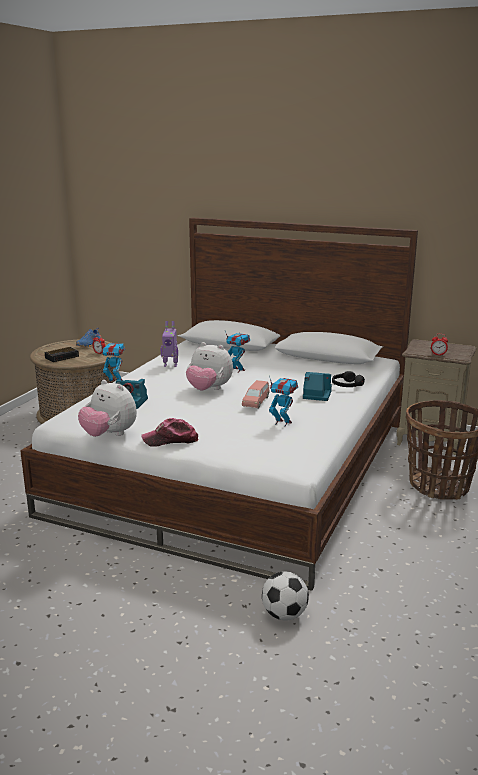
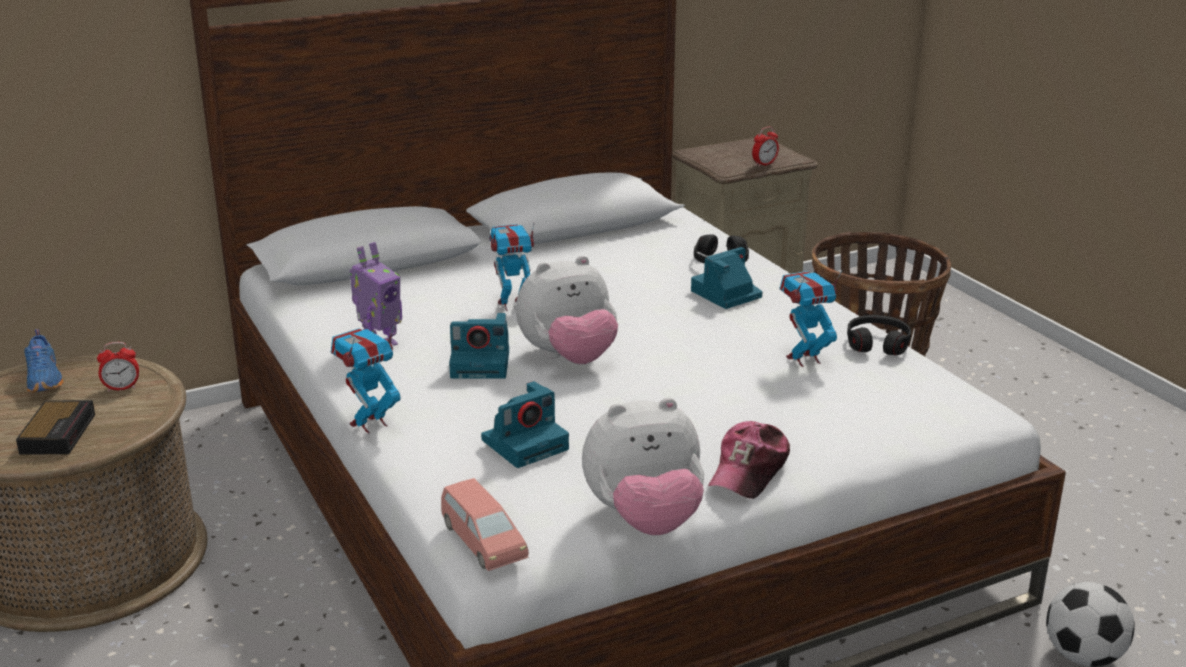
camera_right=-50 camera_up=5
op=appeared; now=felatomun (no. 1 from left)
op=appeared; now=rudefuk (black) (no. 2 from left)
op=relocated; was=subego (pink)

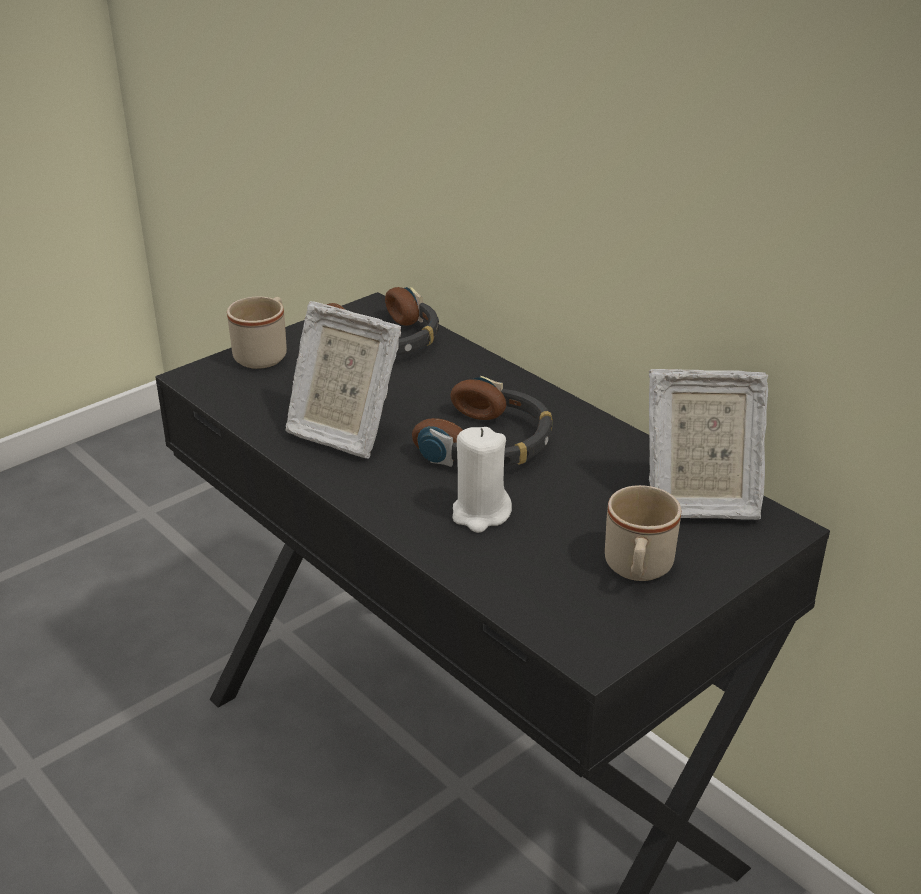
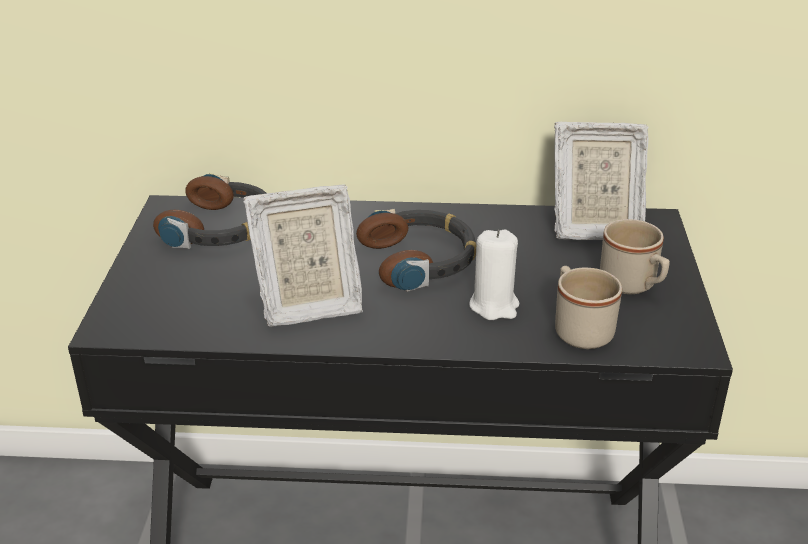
camera_right=-45 camera_up=0
op=relocated; was=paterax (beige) (no. 1 from left)
op=spun; was=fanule (no. 2 from left); clockwise=45

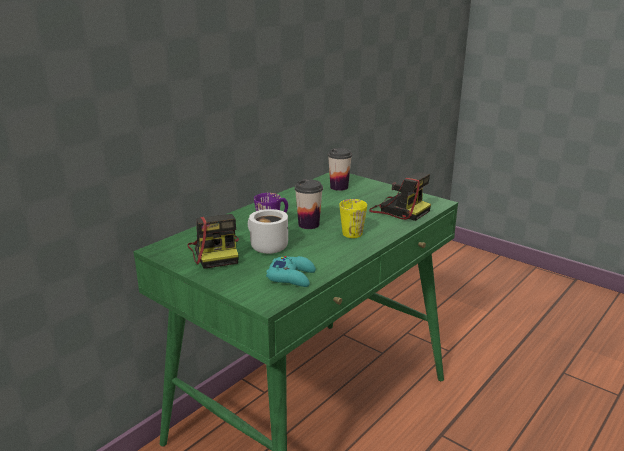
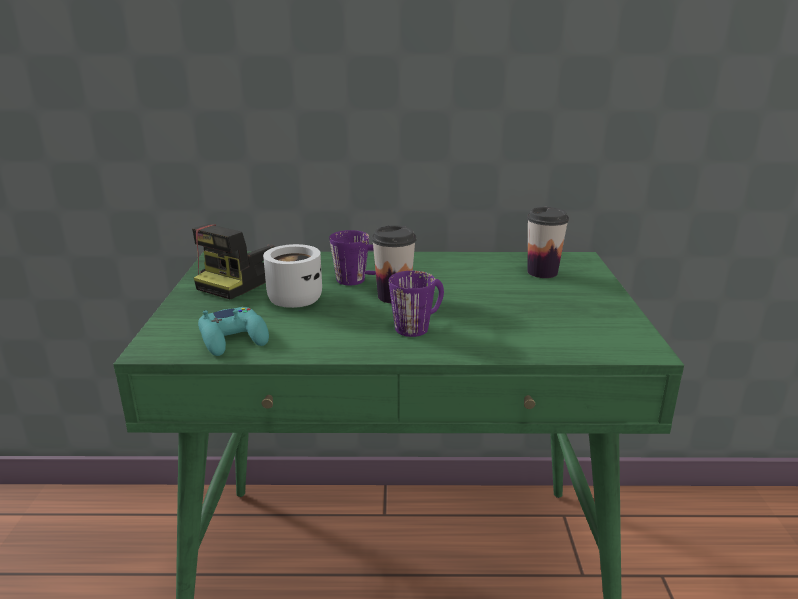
camera_right=50 camera_up=0
op=missing; was=felatomun (no. 2 from left)
op=colour; was=paterax (yellow); now=paterax (purple) (no. 2 from left)

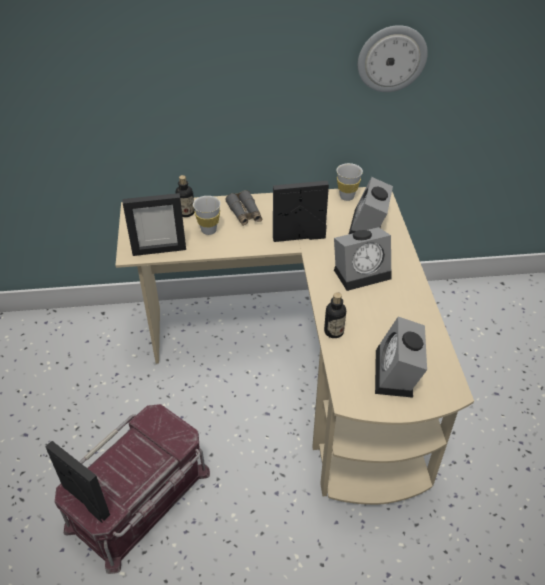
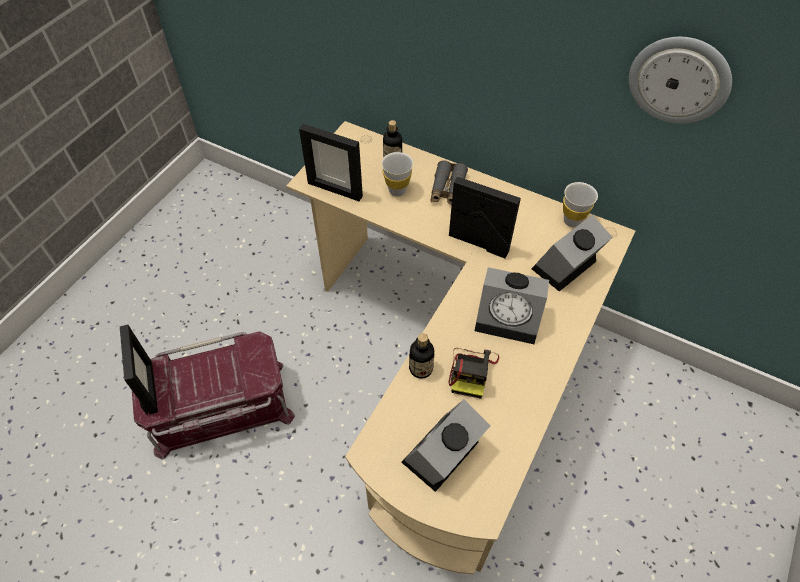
camera_right=35 camera_up=10
op=appeared; now=felatomun

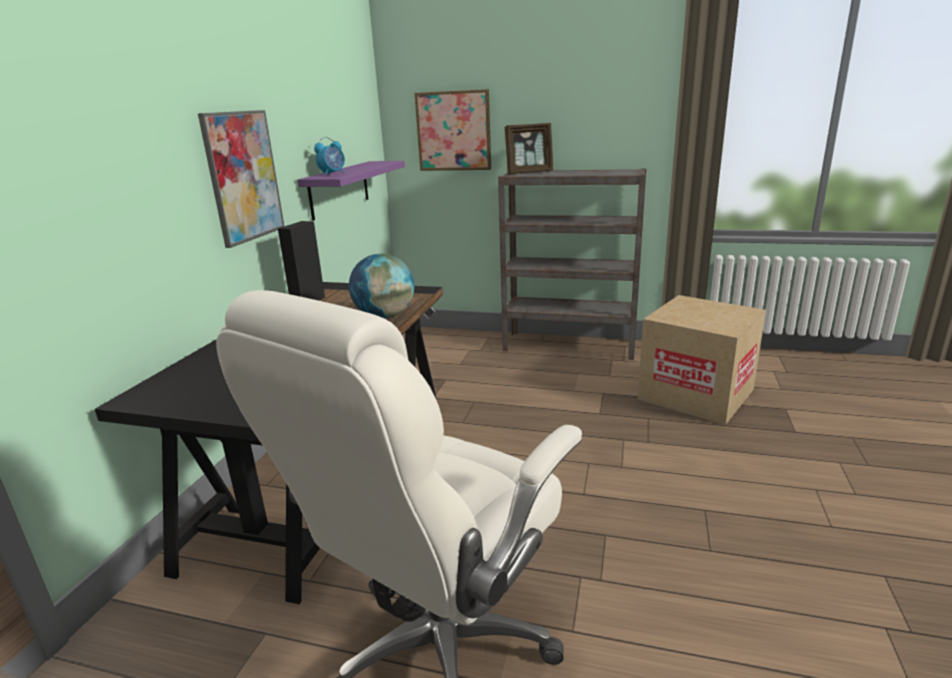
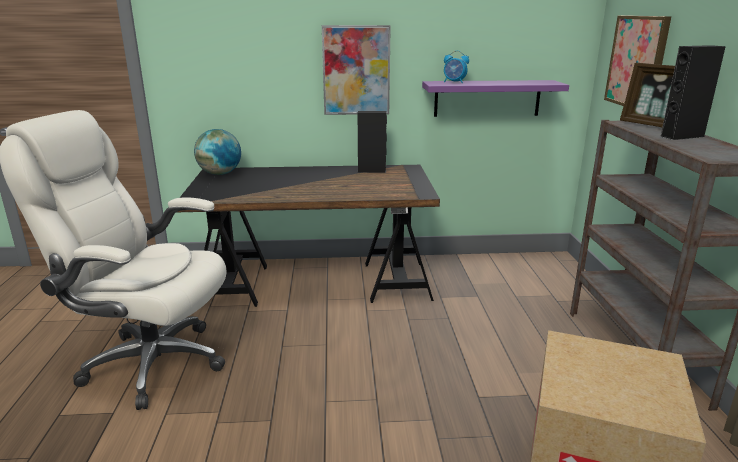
camera_right=70 camera_up=0
op=appeared; now=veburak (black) (no. 2 from left)
op=relocated; was=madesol

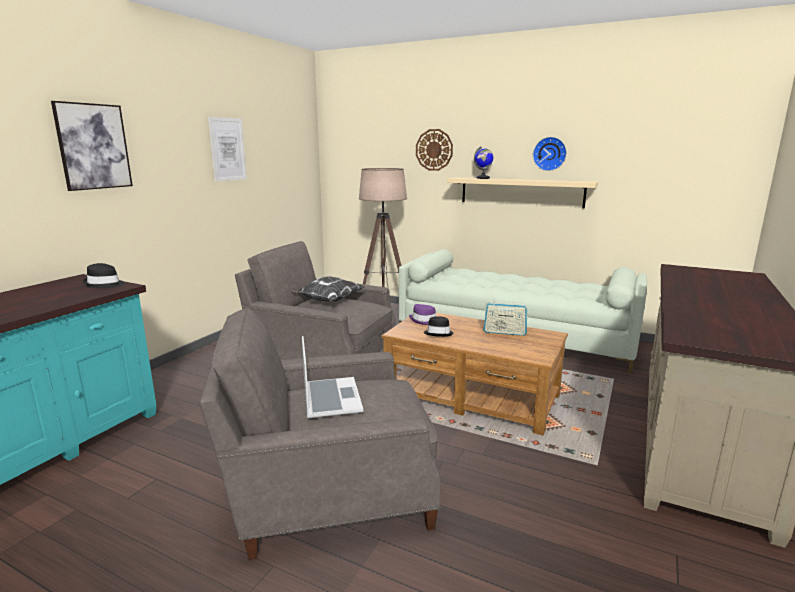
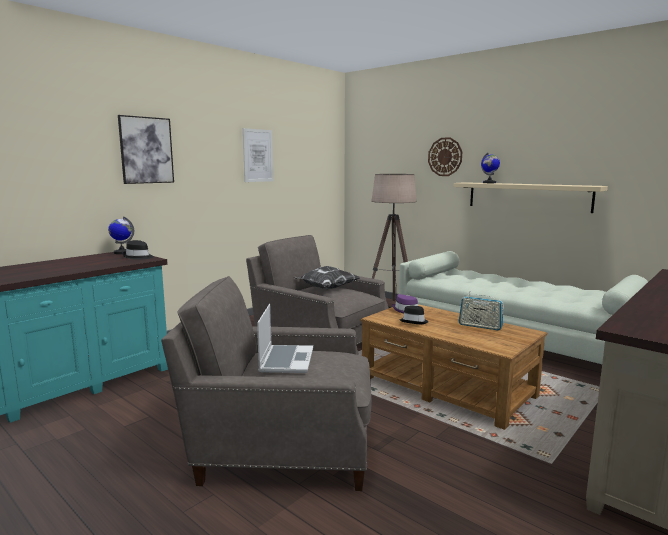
camera_right=15 camera_up=-5
op=missing; was=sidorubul (no. 2 from left)
op=appeared; now=madesol (no. 1 from left)

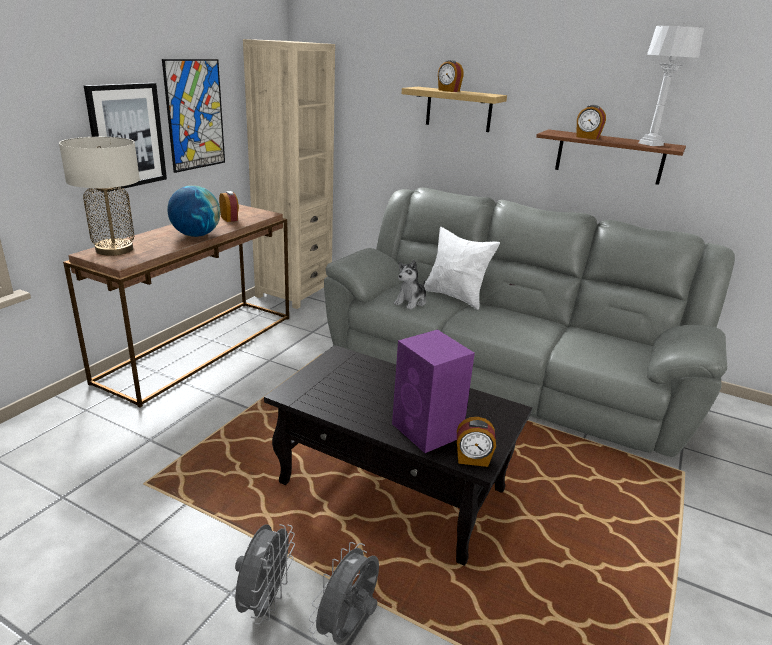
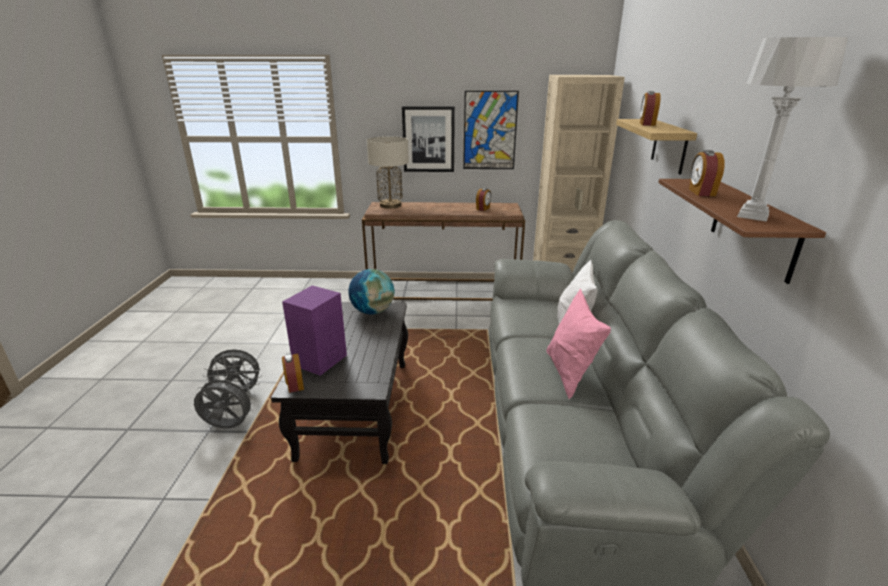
camera_right=65 camera_up=0
op=missing; was=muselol
op=appeared; now=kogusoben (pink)
op=relocated; was=madesol

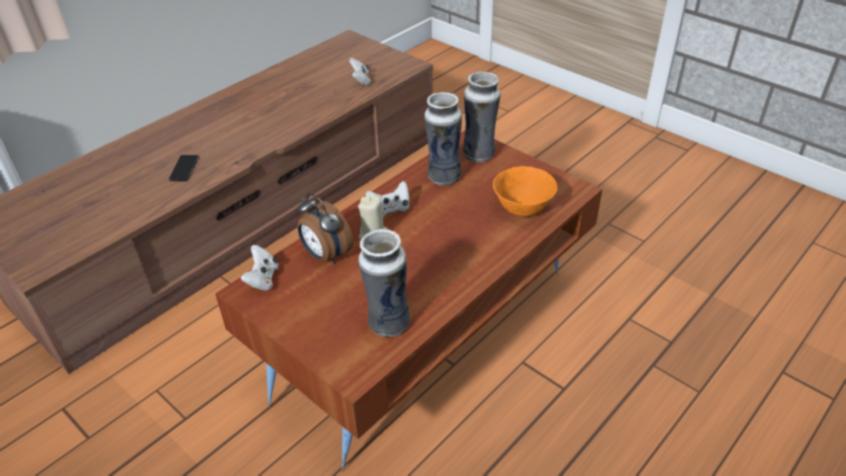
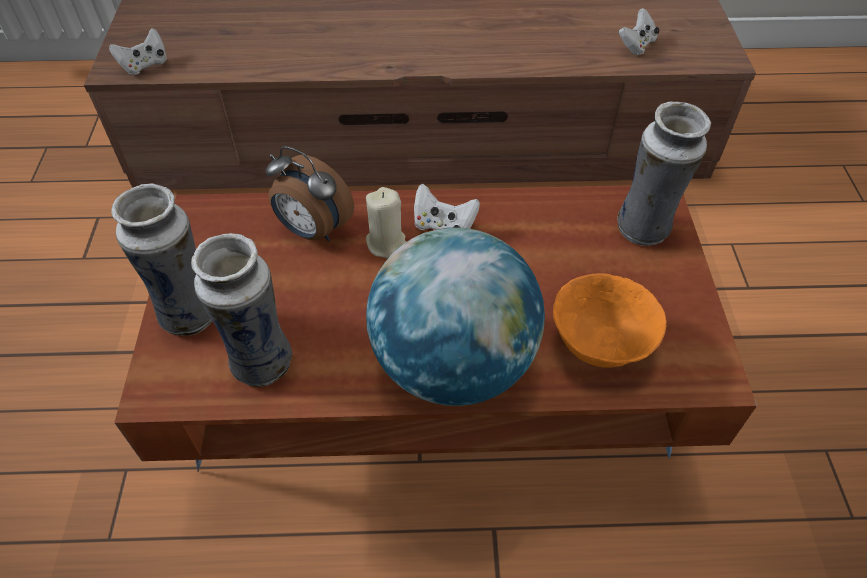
camera_right=45 camera_up=10
op=missing; was=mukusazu
op=appeared; now=madesol
op=relocated; was=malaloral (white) (no. 1 from left)
op=relocated; was=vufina (no. 2 from left in the first image); now=vufina (no. 1 from left)
op=spun; was=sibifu; clockwise=-60

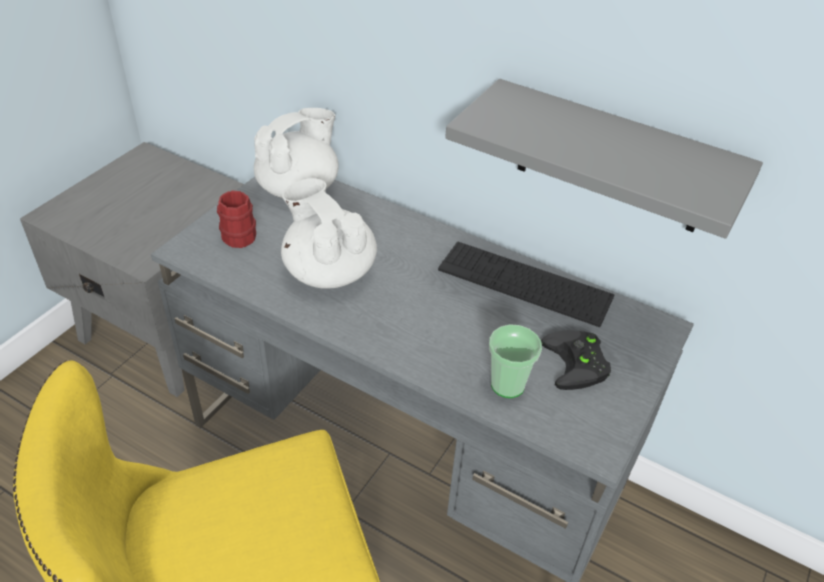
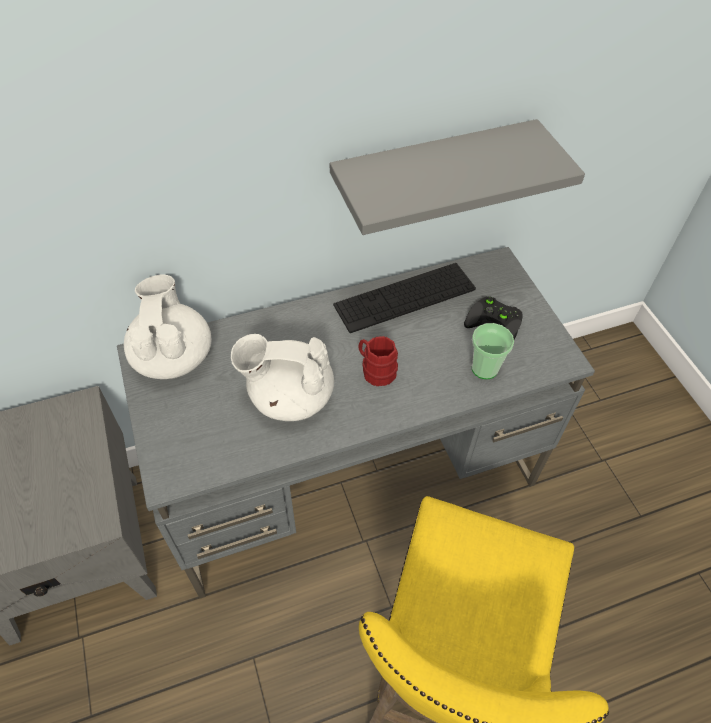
camera_right=-50 camera_up=10
op=relocated; was=paterax (red)

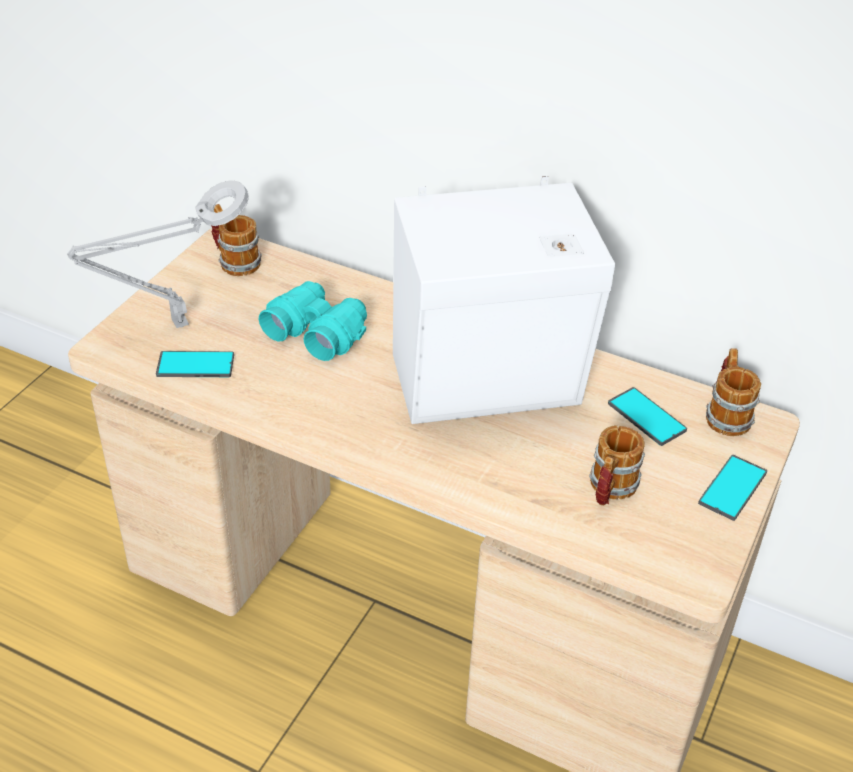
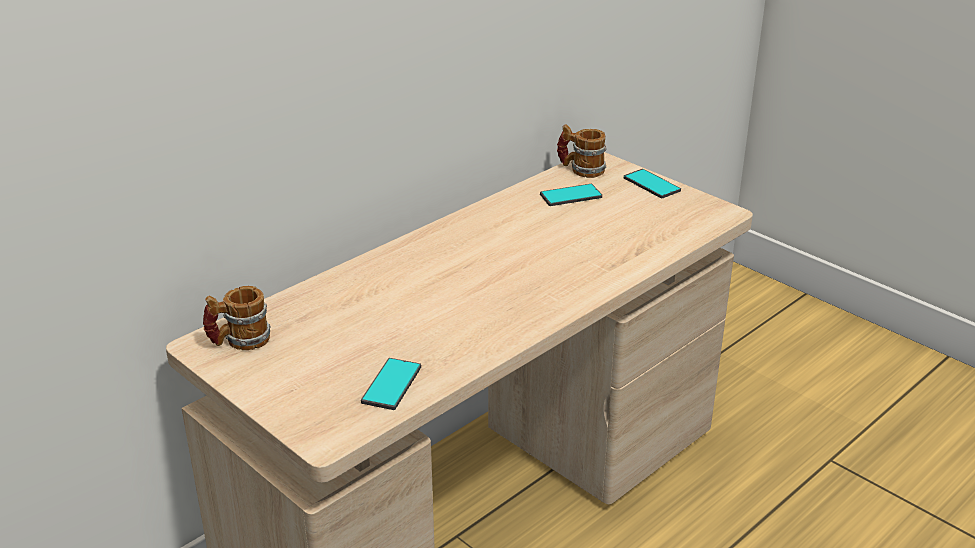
camera_right=-70 camera_up=-10
op=missing; was=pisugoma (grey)
op=missing; was=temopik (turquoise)
op=missing; was=veburak (white)
op=missing; was=paterax (no. 2 from left)

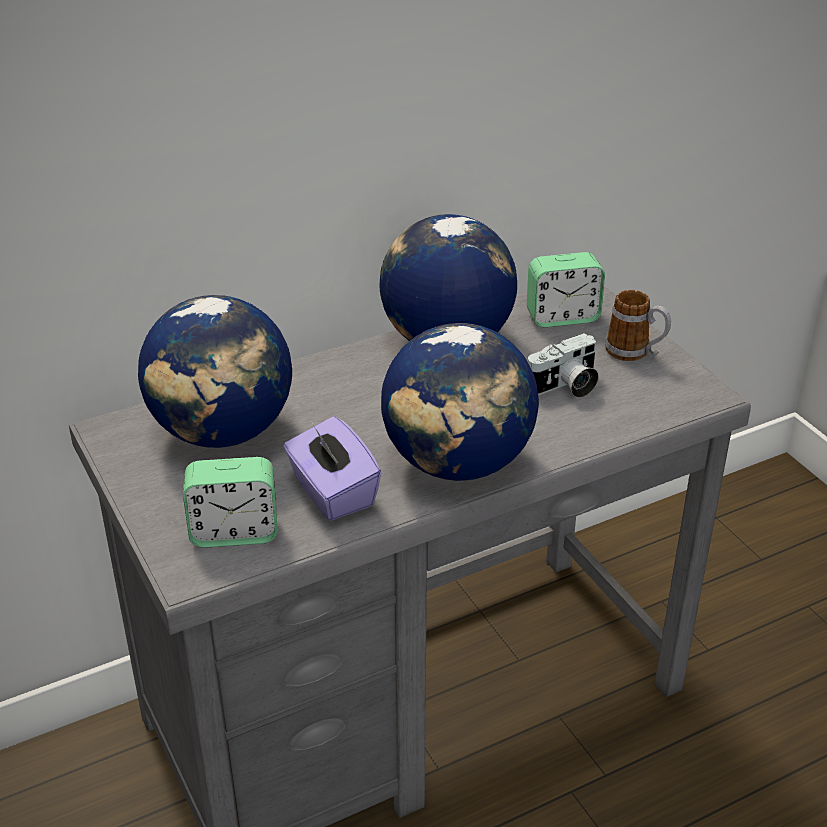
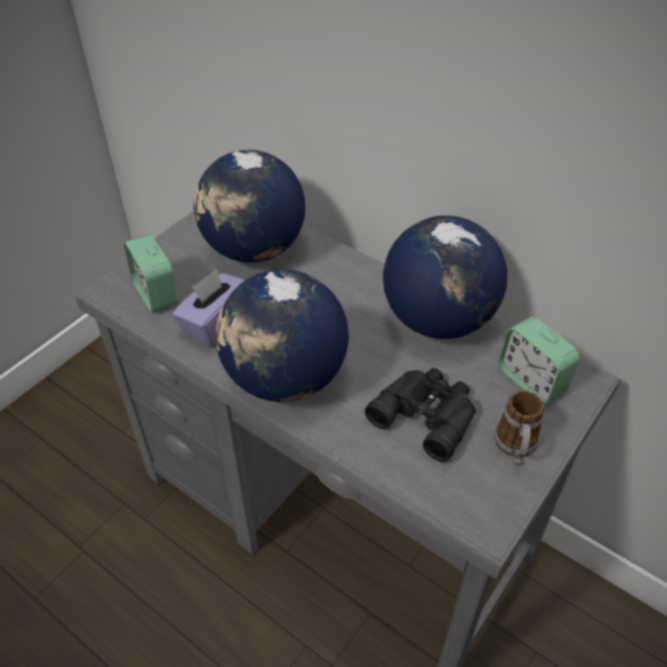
camera_right=65 camera_up=10
op=exchanged; was=felatomun; now=temopik (black)

